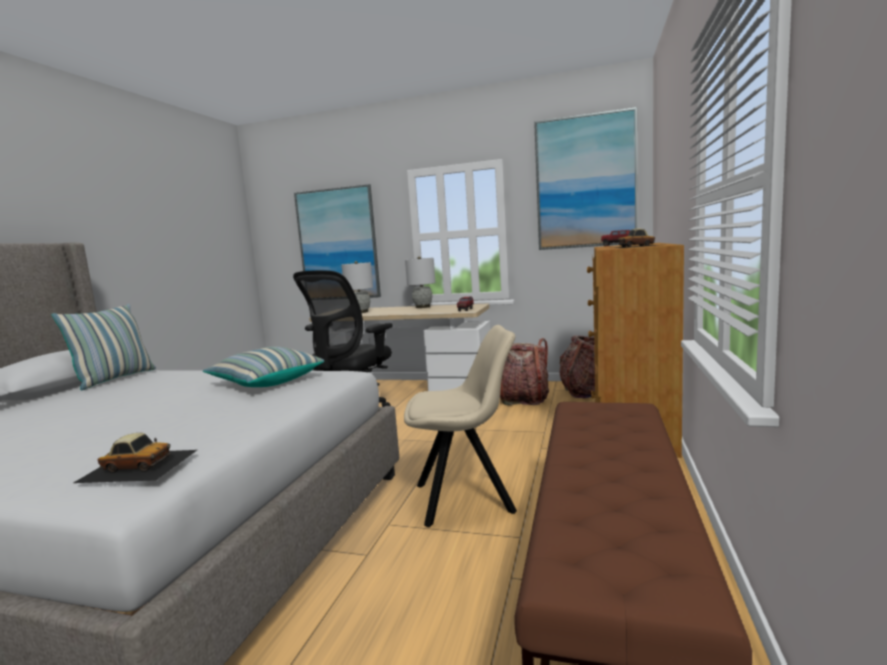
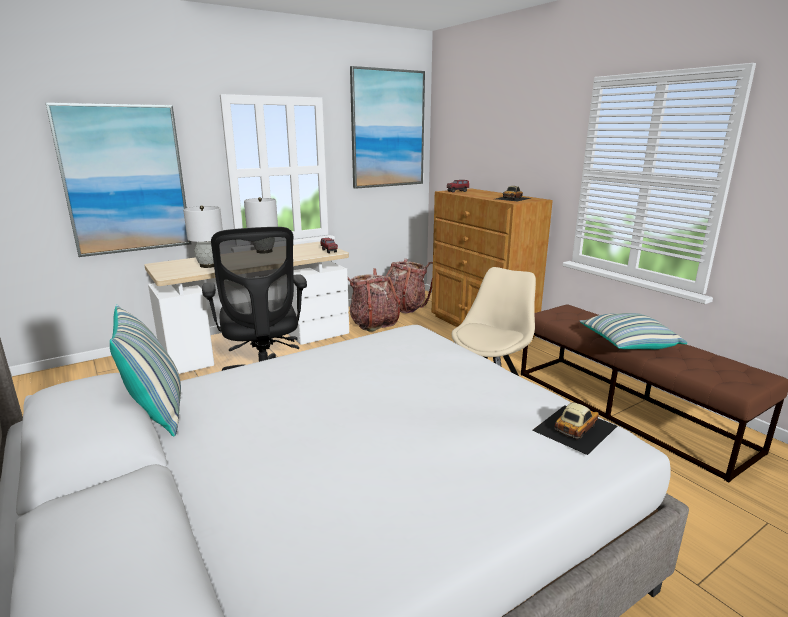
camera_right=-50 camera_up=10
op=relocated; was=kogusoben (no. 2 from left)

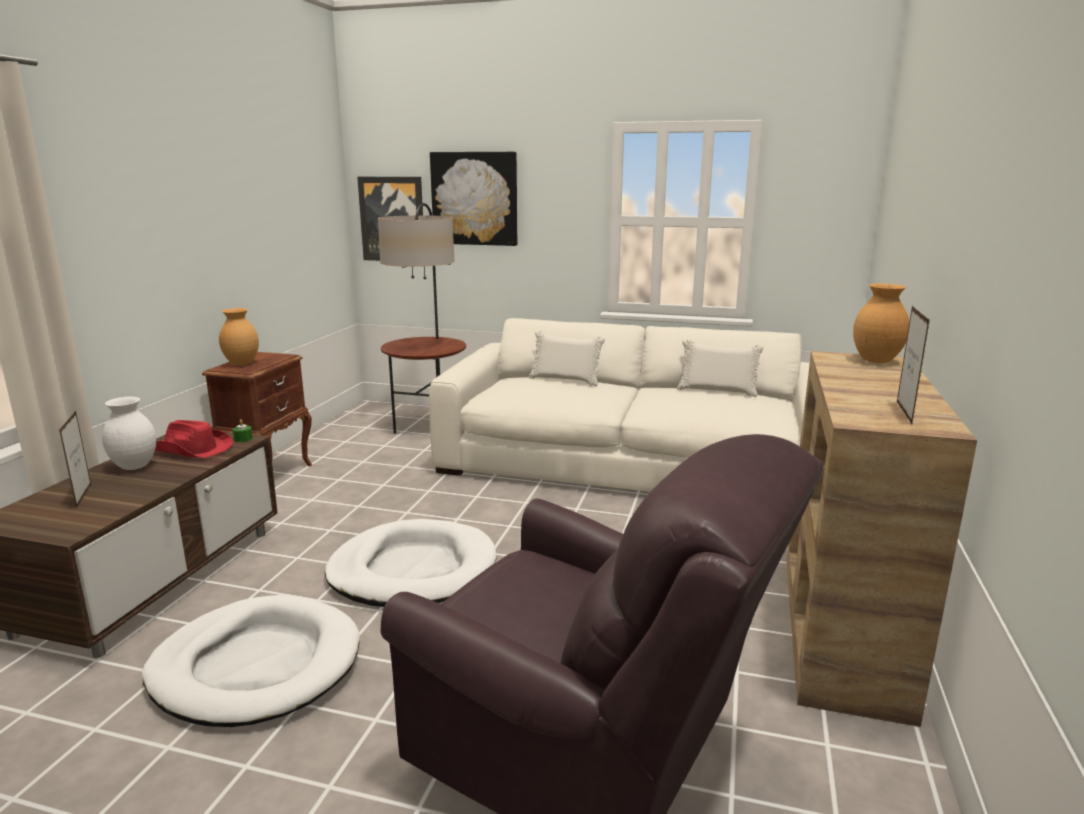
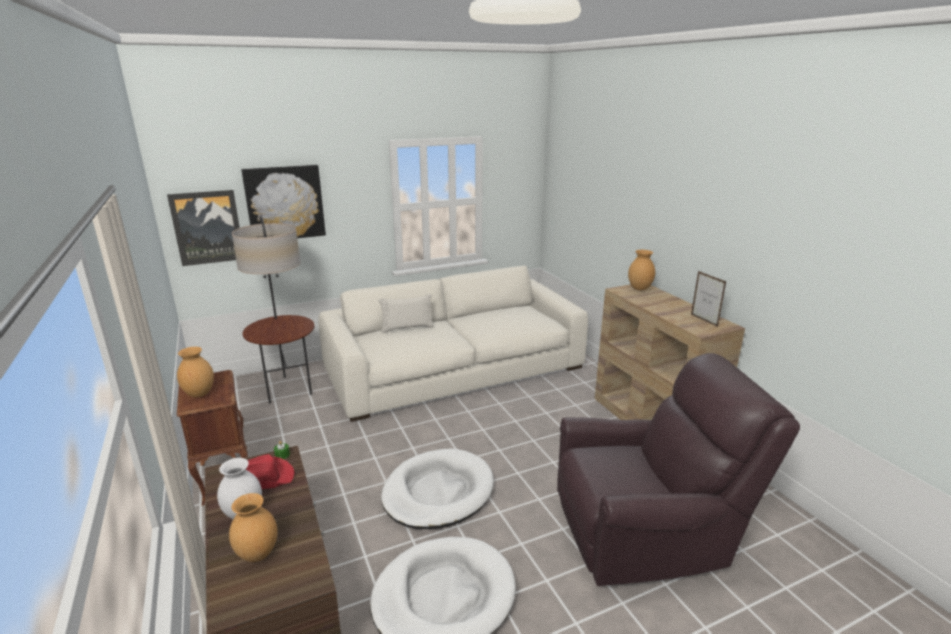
camera_right=-40 camera_up=5
op=missing; was=kogusoben (white) (no. 2 from left)
op=exchanged; was=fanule (no. 1 from left); now=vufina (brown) (no. 2 from left)

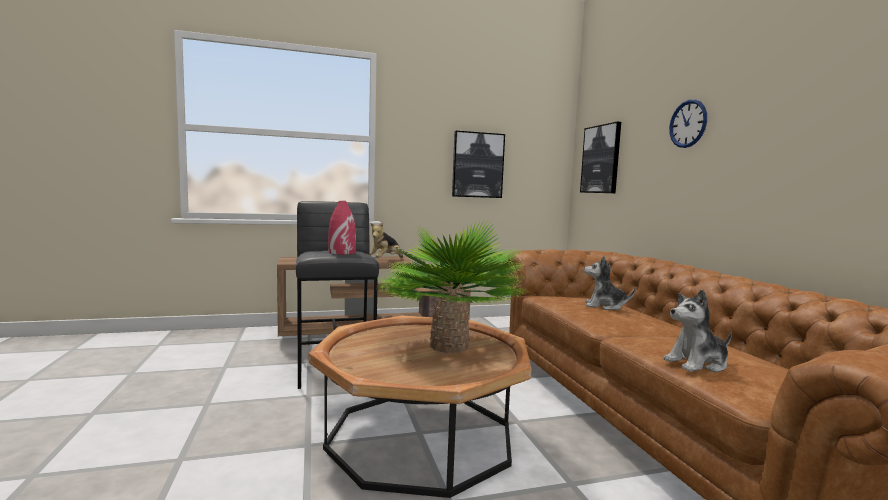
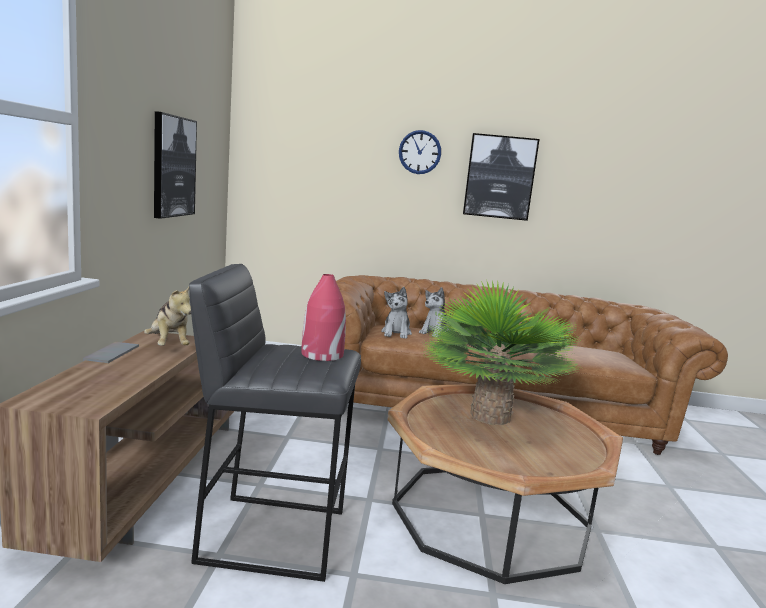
camera_right=-70 camera_up=5
op=relocated; was=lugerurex (no. 2 from left)
op=relocated; was=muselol (no. 3 from left in the first image); now=muselol (no. 2 from left)

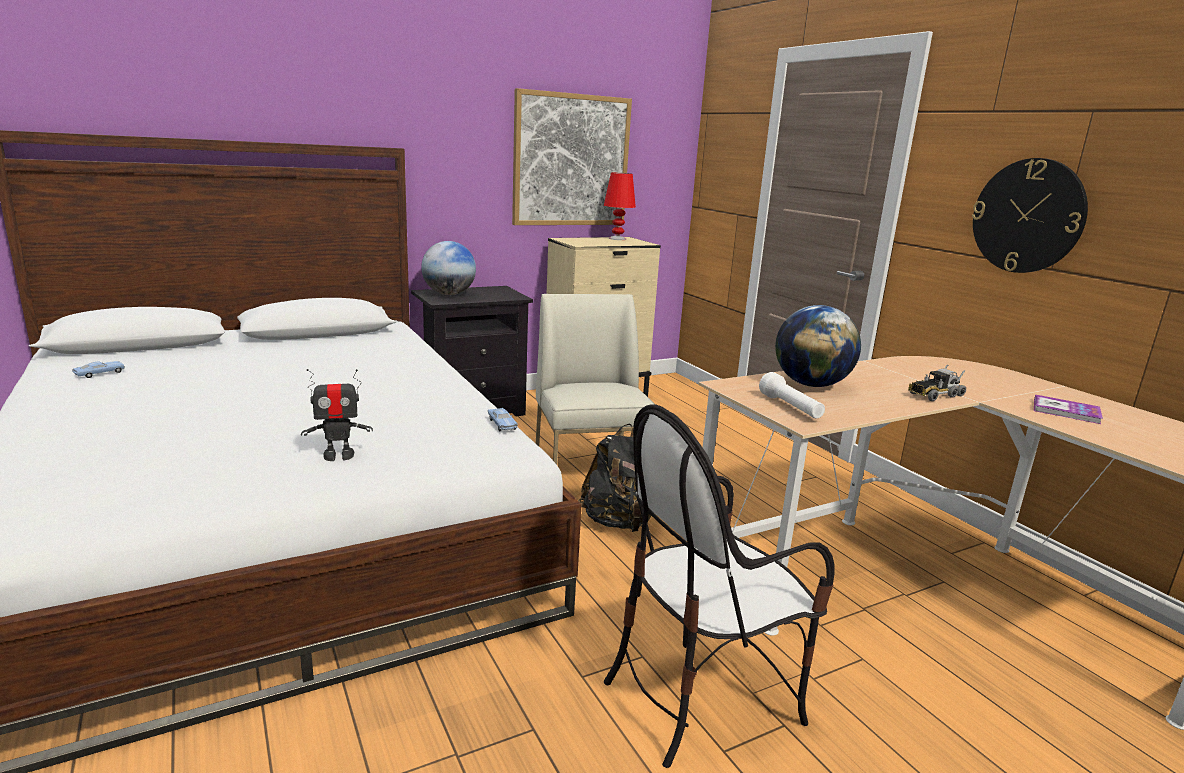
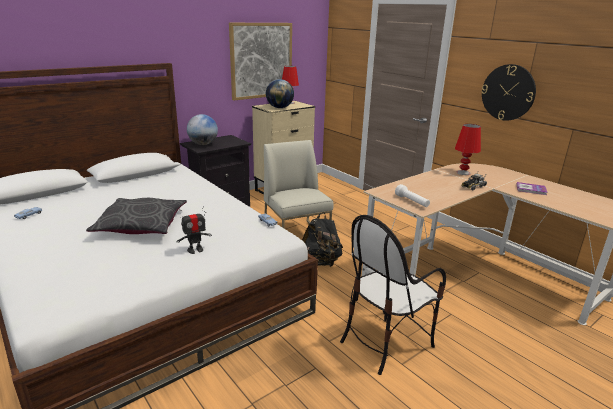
camera_right=-10 camera_up=5
op=appeared; now=kogusoben (grey)
op=appeared; now=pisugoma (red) (no. 2 from left)
op=relocated; was=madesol (no. 2 from left)

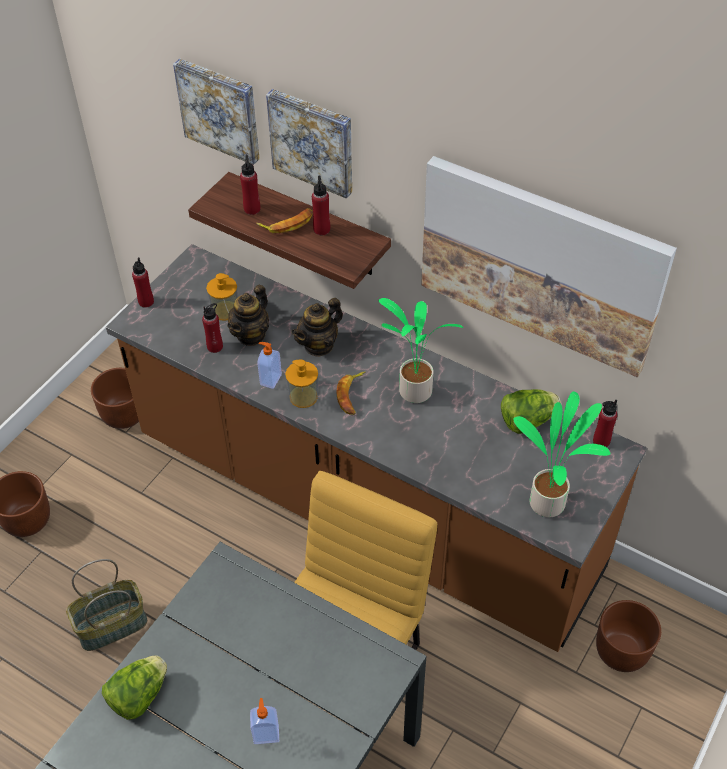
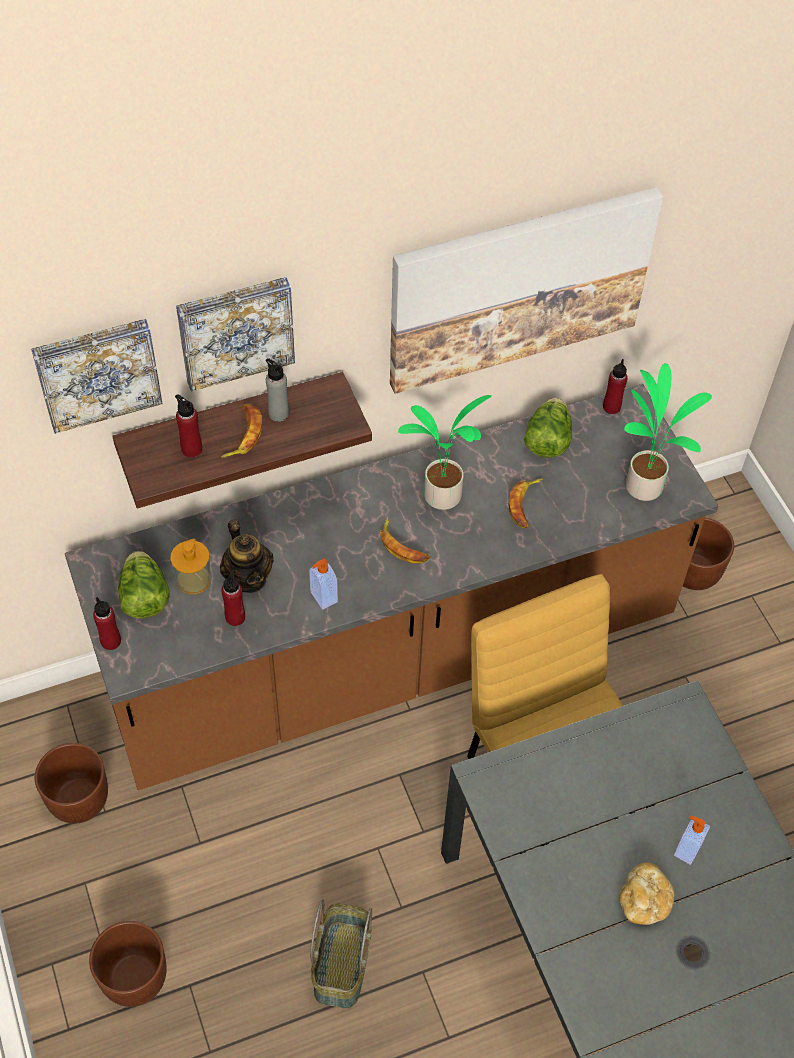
camera_right=-55 camera_up=5
op=missing; was=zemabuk (no. 4 from left)
op=missing; was=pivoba (no. 2 from left)
op=appeared; now=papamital (no. 3 from left)
op=appeared; now=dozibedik
op=relocated; was=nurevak (no. 1 from left)
op=colour; was=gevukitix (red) (no. 4 from left); now=gevukitix (grey)

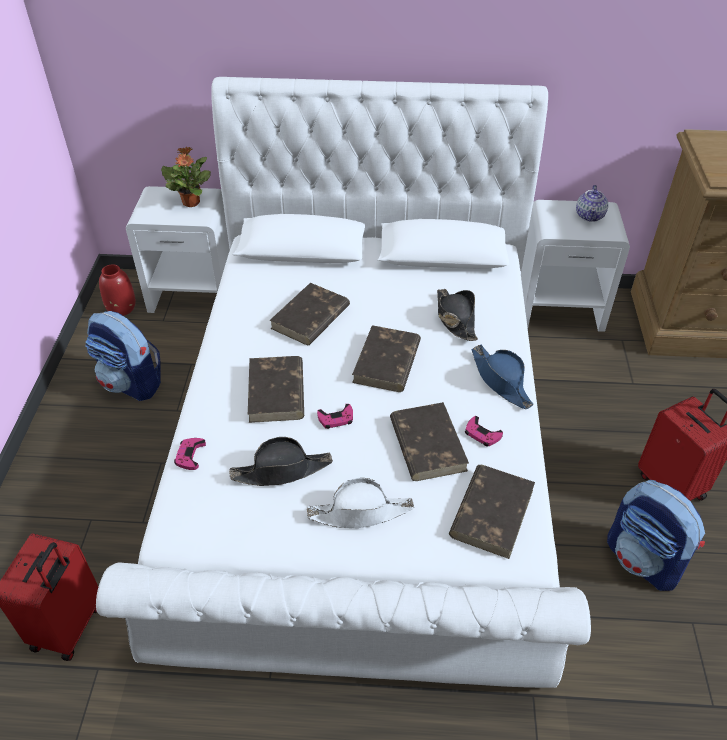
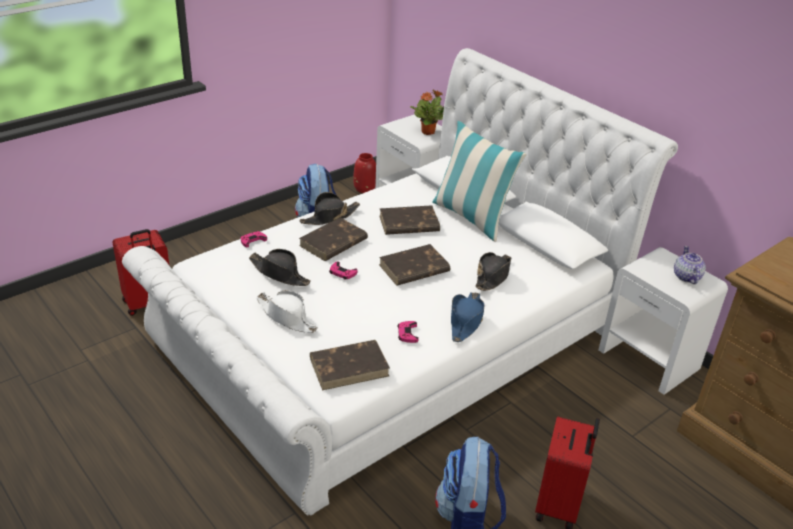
camera_right=45 camera_up=-10
op=missing; was=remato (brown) (no. 4 from left)
op=appeared; now=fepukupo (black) (no. 2 from left)
op=appeared; now=kogusoben
op=spun; was=pivoba; clockwise=120

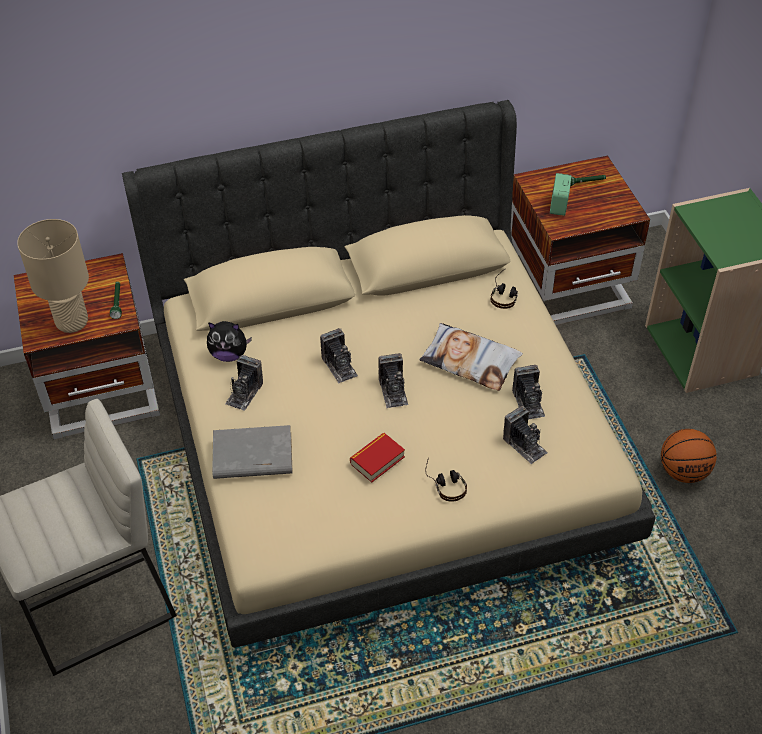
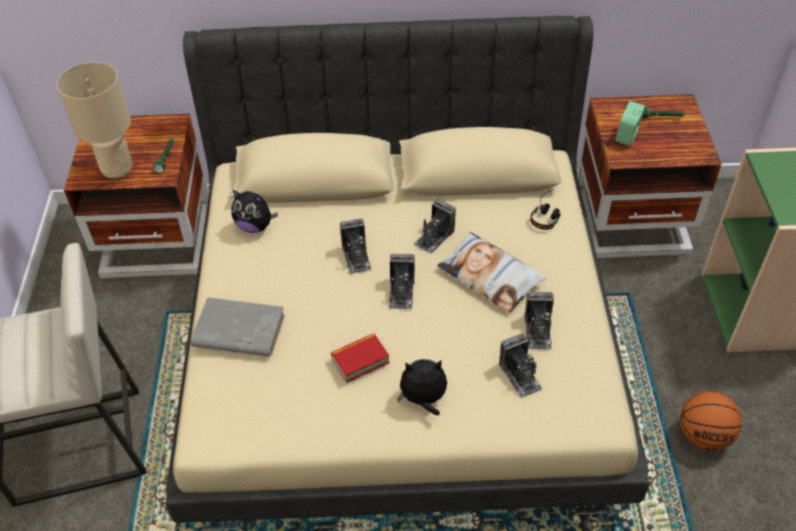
camera_right=15 camera_up=0
op=relocated; was=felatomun (no. 1 from left in the first image); now=felatomun (no. 3 from left)
op=exchanged; was=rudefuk (no. 1 from left); now=muselol (no. 2 from left)

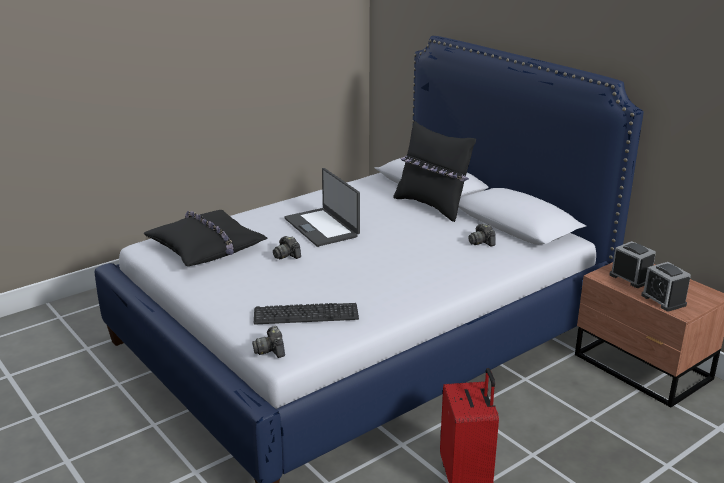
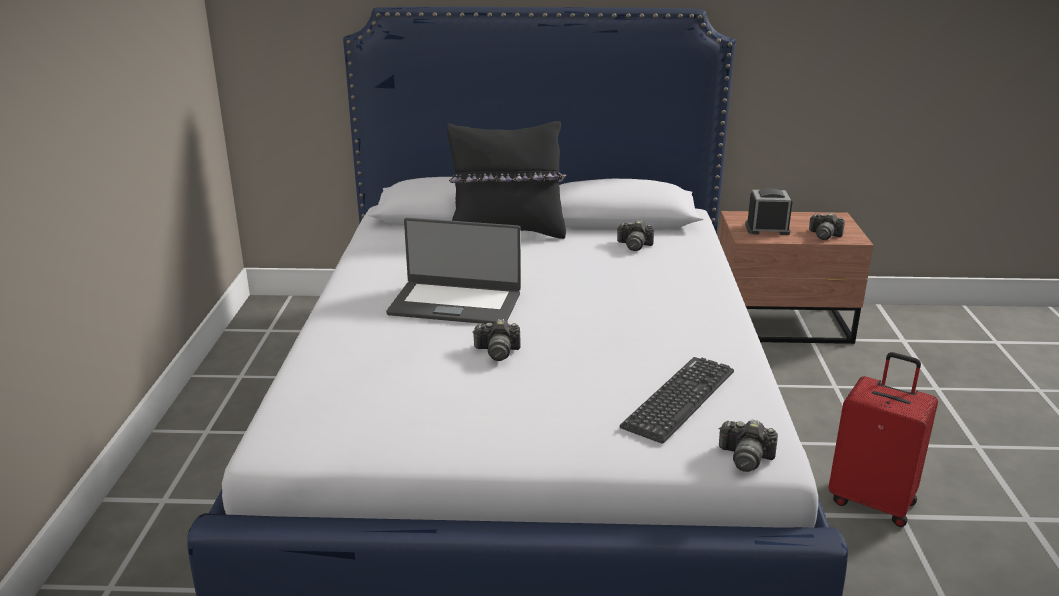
camera_right=-50 camera_up=0
op=missing; was=kogusoben (black) (no. 1 from left)
op=exchanged; was=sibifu (no. 2 from left); now=felatomun (no. 4 from left)

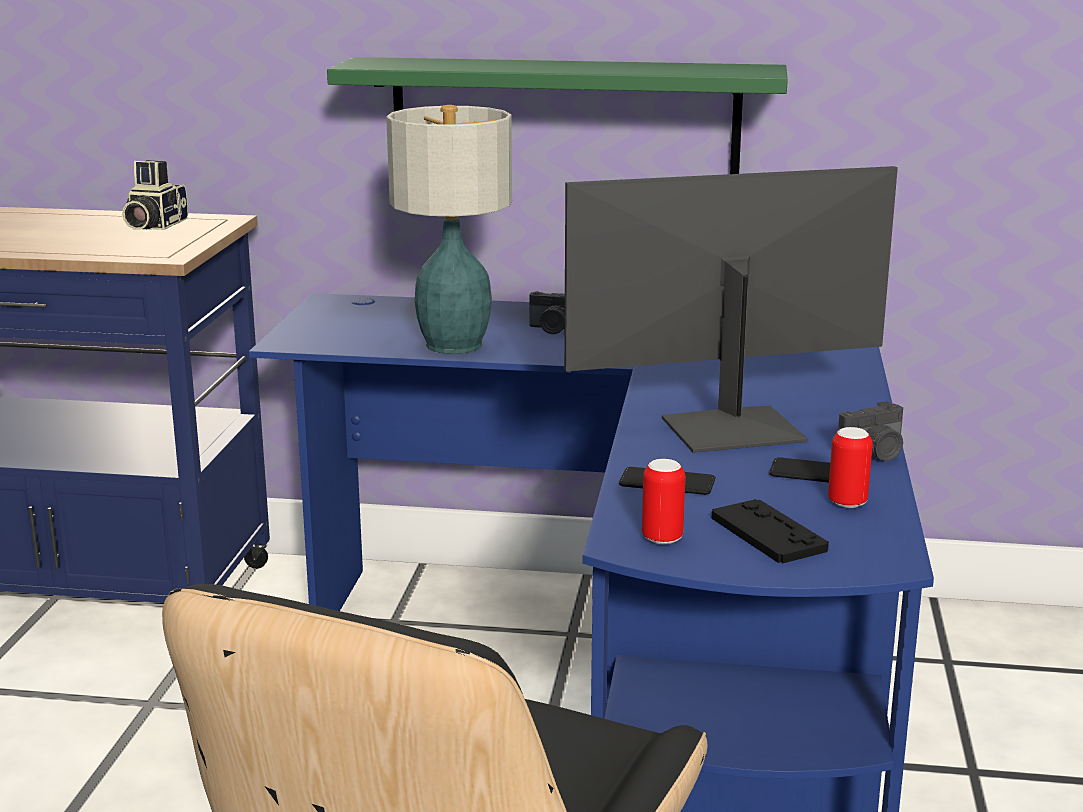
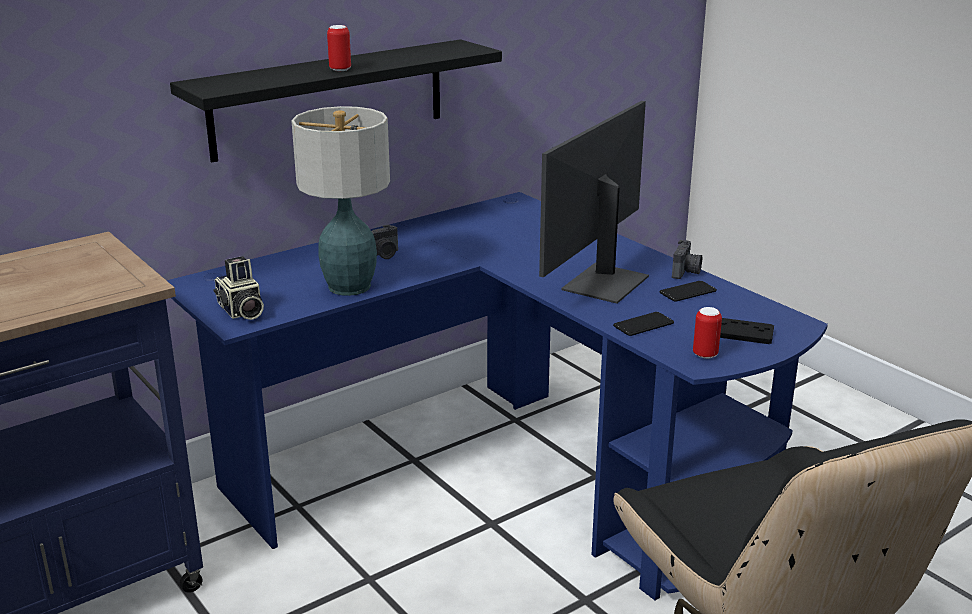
camera_right=-45 camera_up=5
op=relocated; was=felatomun (no. 1 from left)
op=relocated; was=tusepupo (no. 2 from left in the first image); now=tusepupo (no. 1 from left)
op=colour; was=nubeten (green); now=nubeten (black)

